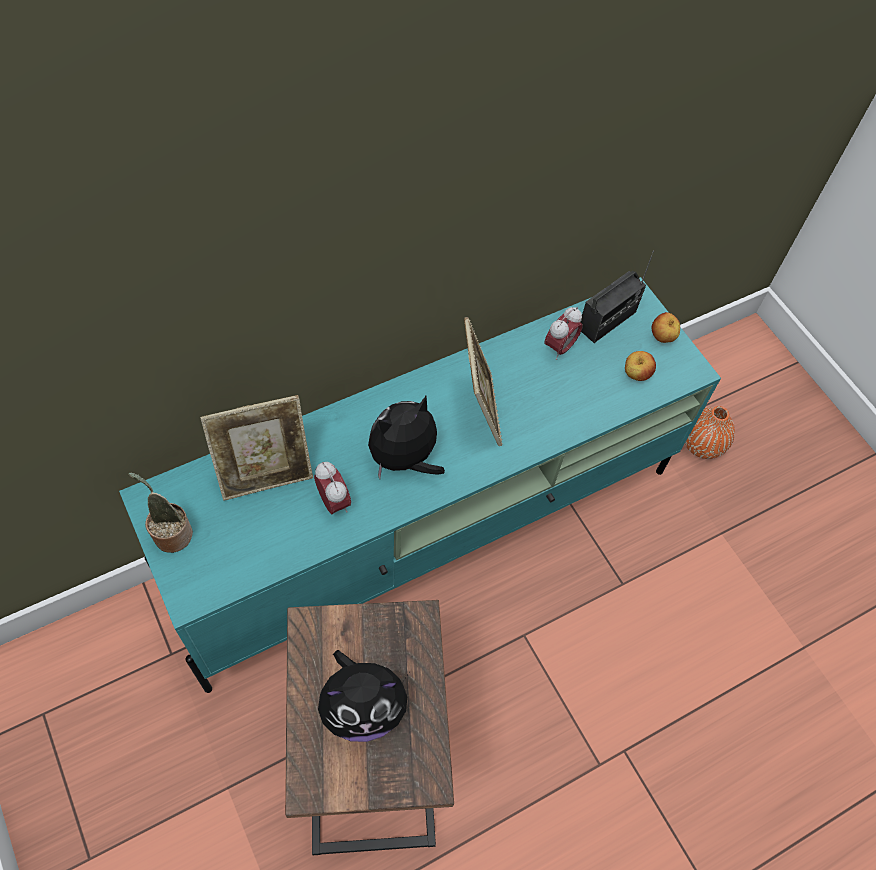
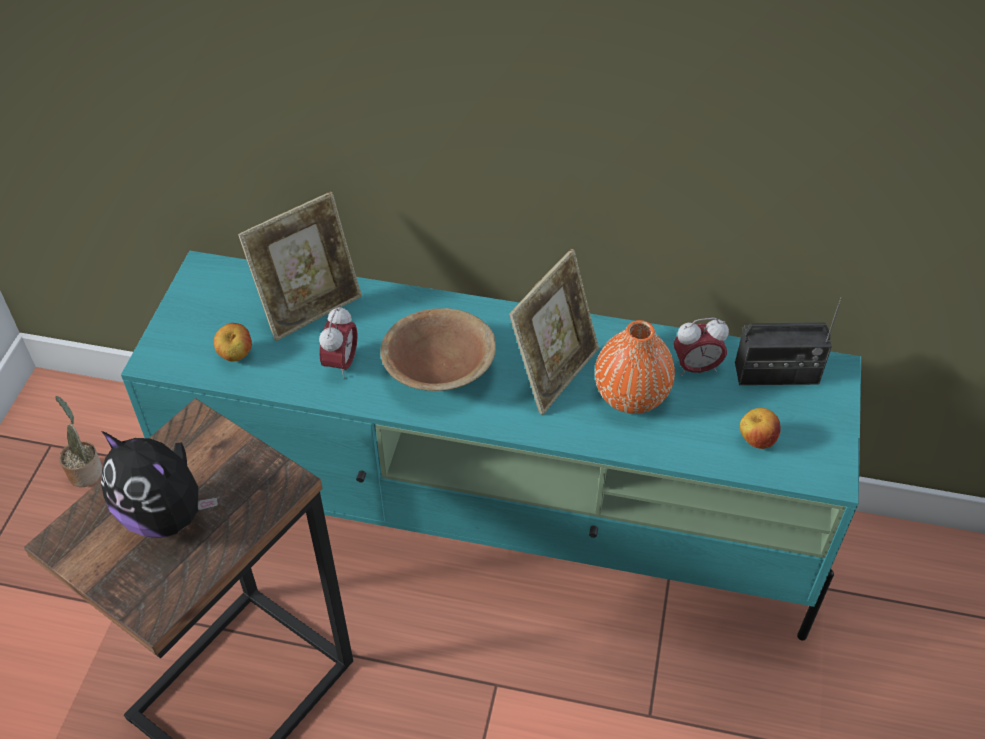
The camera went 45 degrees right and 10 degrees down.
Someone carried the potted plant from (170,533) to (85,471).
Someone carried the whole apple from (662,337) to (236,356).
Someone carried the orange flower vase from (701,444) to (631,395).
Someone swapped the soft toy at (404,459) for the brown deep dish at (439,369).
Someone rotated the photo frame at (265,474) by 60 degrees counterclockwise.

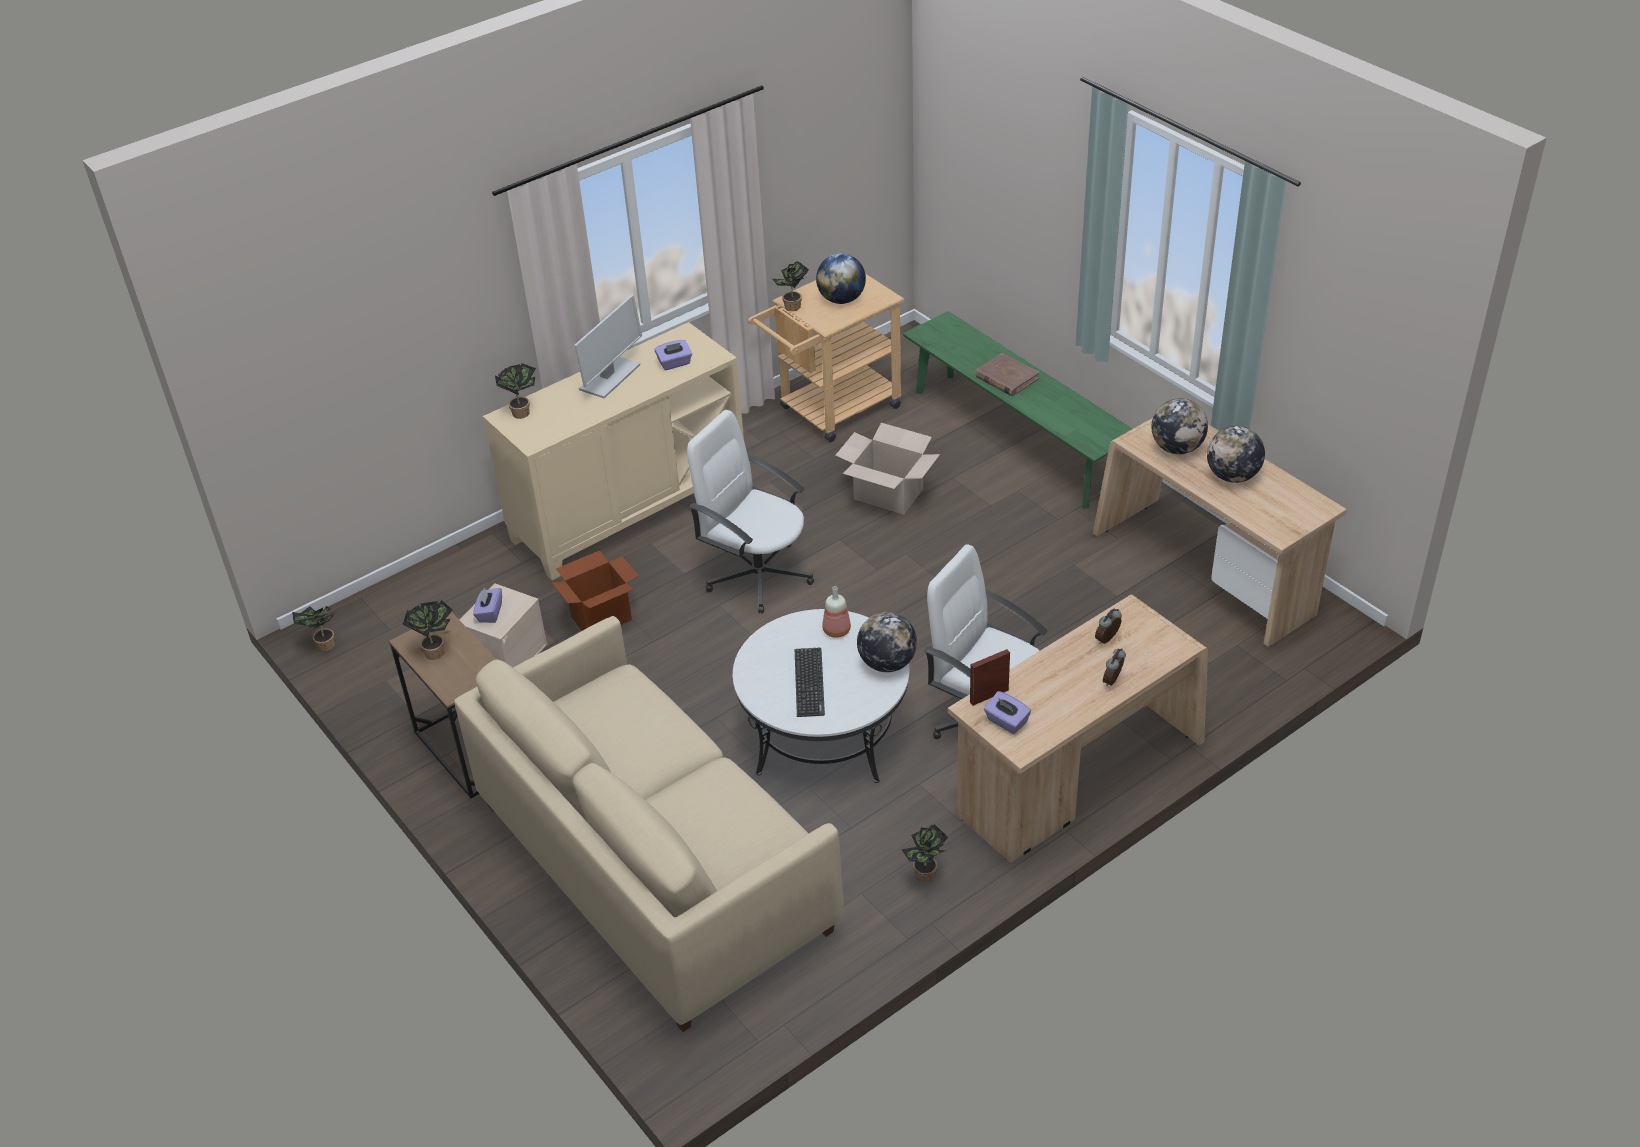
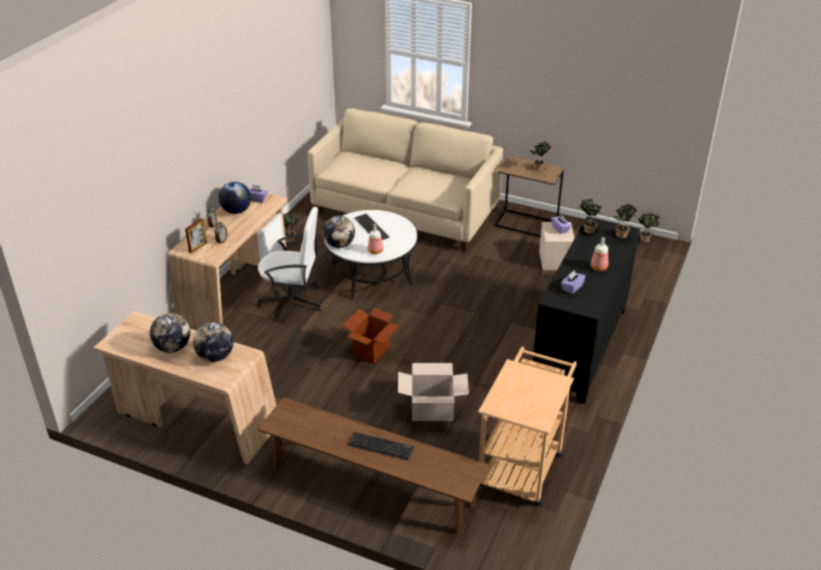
The camera went 150 degrees right and 5 degrees down.
Someone took away the white computer chair at (758,575).
Someone carried the carton from (601,618) to (371,351).
Someone carried the potted plant from (793,308) to (588,230).
Someone carried the globe from (841,299) to (236,211).
Someone carried the photo frame from (989,696) to (198,247).
Someone swapped the computer display at (610,378) for the drink bottle at (599,268).
Someone swapped the brown volume at (1006,378) for the computer keyboard at (380,446).
Someone repainted the beige cupboard at (629,509), which became the blackish cupboard at (581,347).
Someone repainted the green-coloured bench at (1015,438), which became the brown bench at (372,486).

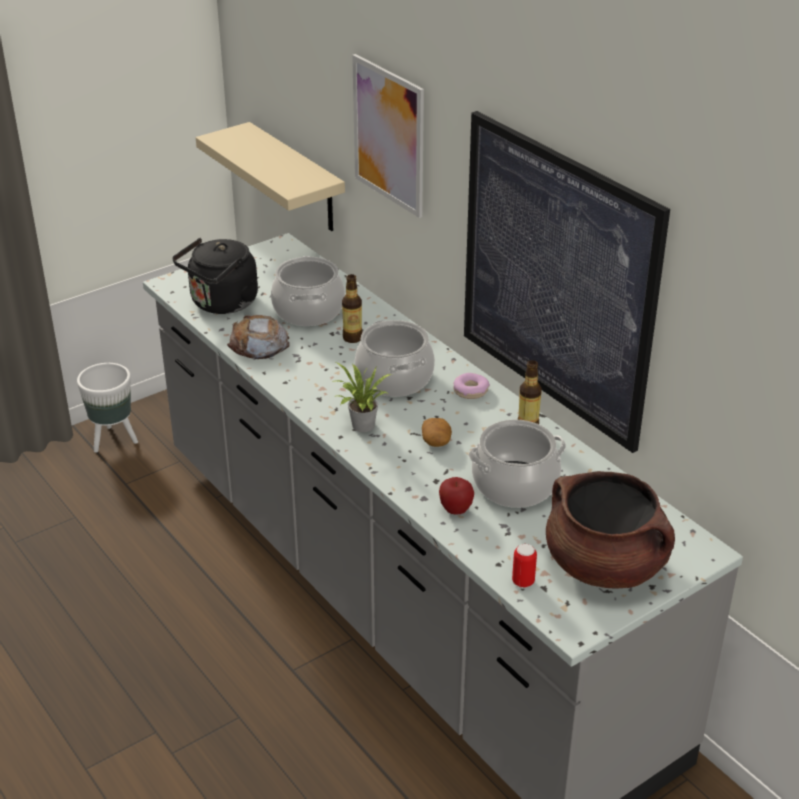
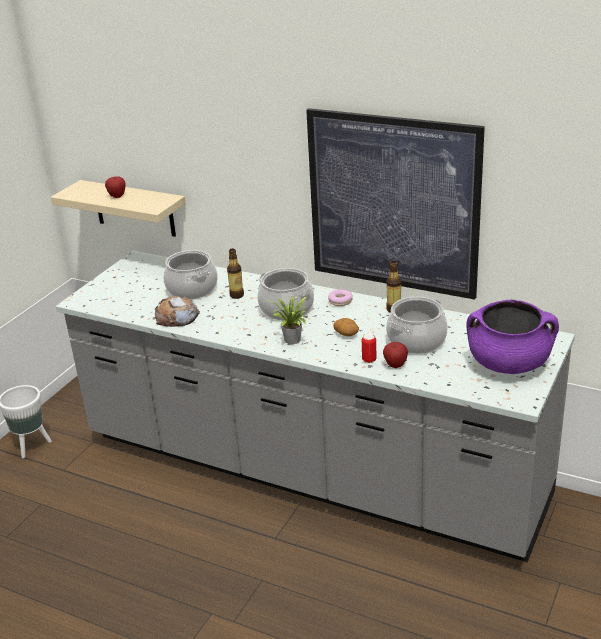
The camera went 25 degrees left and 5 degrees down.
Someone took away the blackish kettle at (221,304).
Someone took away the picture at (389,135).
Someone put down the whole apple at (117,196).
Someone carried the metal can from (523,582) to (369,360).
Someone repainted the brown cooking pot at (605,566), which became the purplish cooking pot at (509,364).

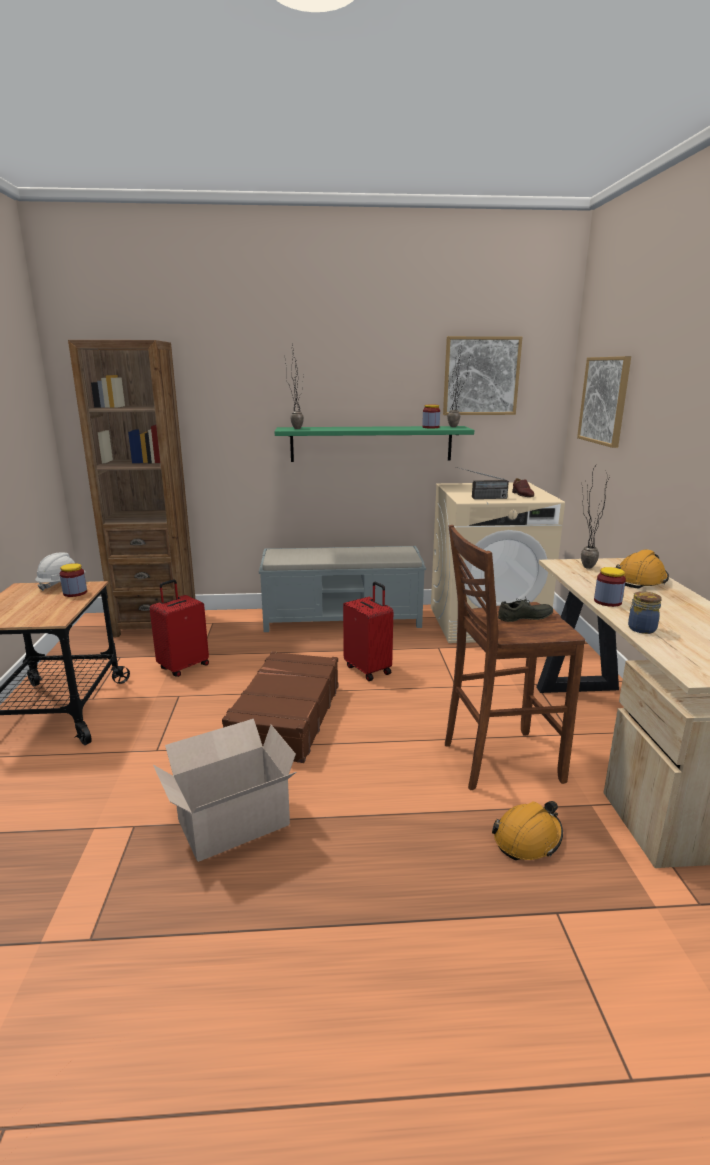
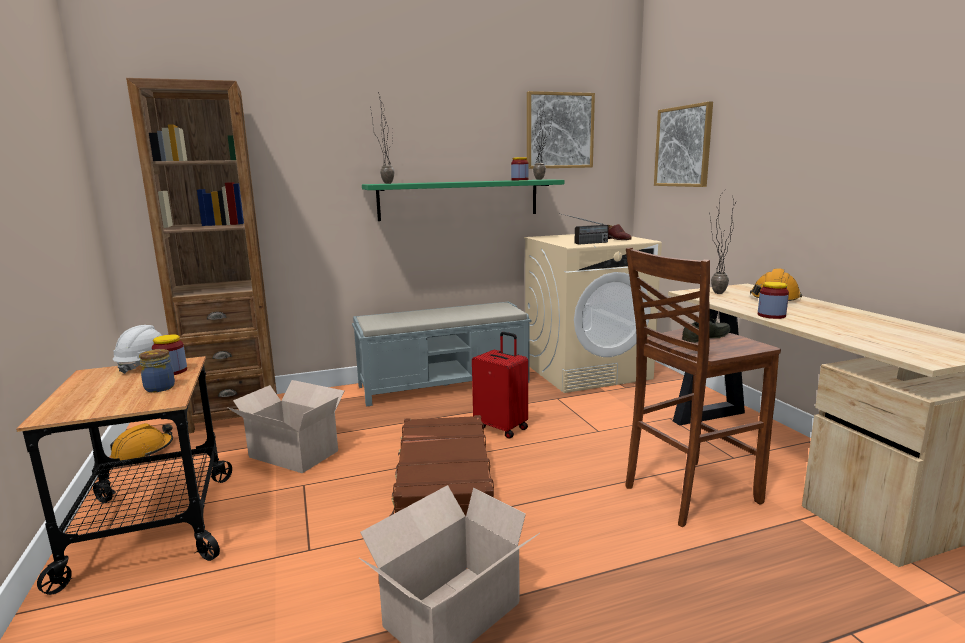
The camera went 15 degrees left and 5 degrees down.
Someone carried the orange hard hat from (527,838) to (143,451).
Someone carried the storage jar from (640,628) to (159,387).
Someone swapped the red travel case at (183,667) for the carton at (292,453).

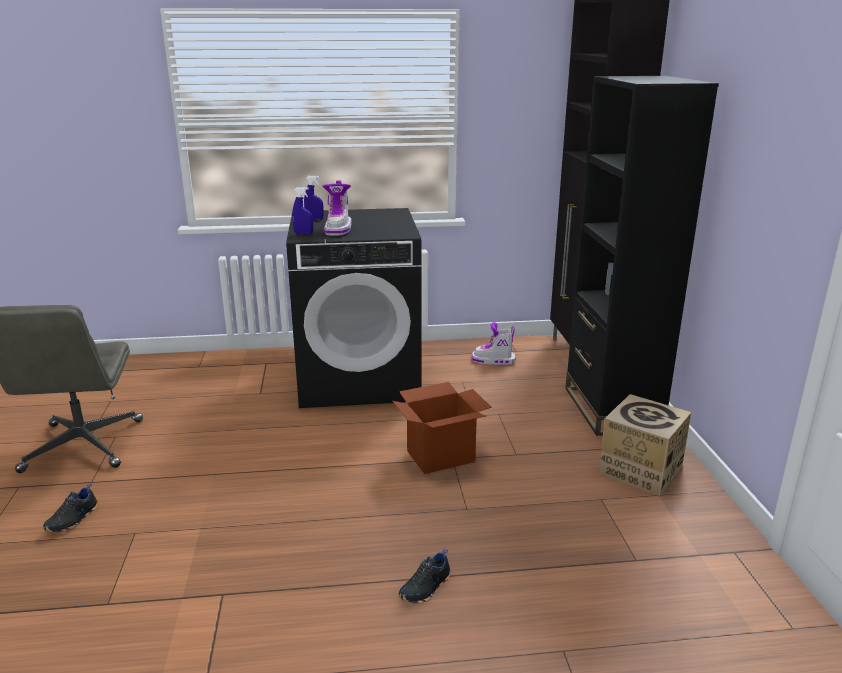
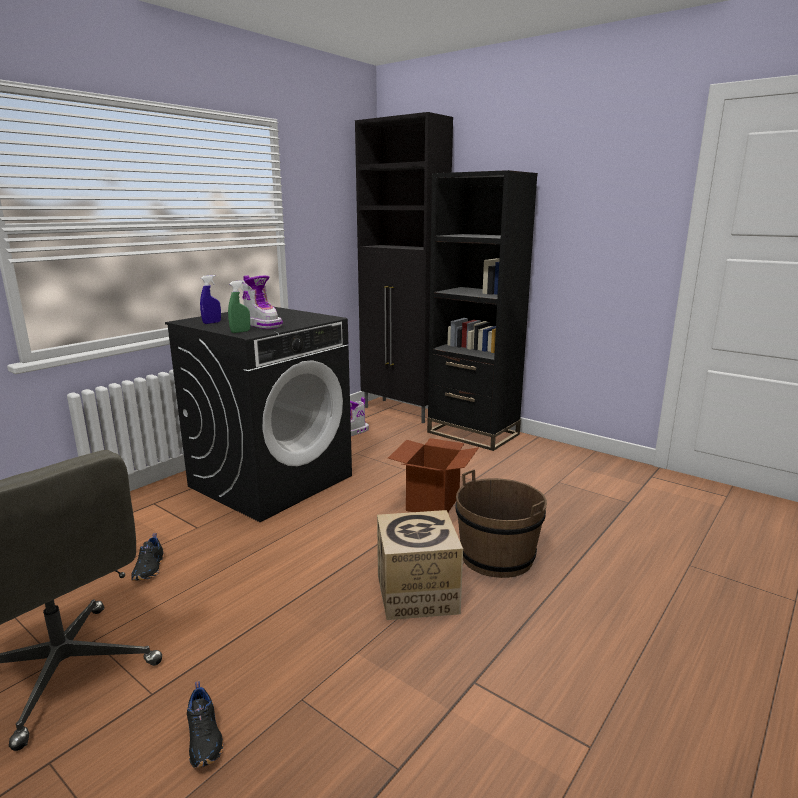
The camera went 45 degrees left and 5 degrees down.
Someone put down the brown pail at (497,557).
Someone carried the blackish low shoe from (426,588) to (150,569).
Someone carried the carton from (640,469) to (417,593).
Someone repainted the blue-coloured sprayer at (303,233), which became the green-coloured sprayer at (240,332).

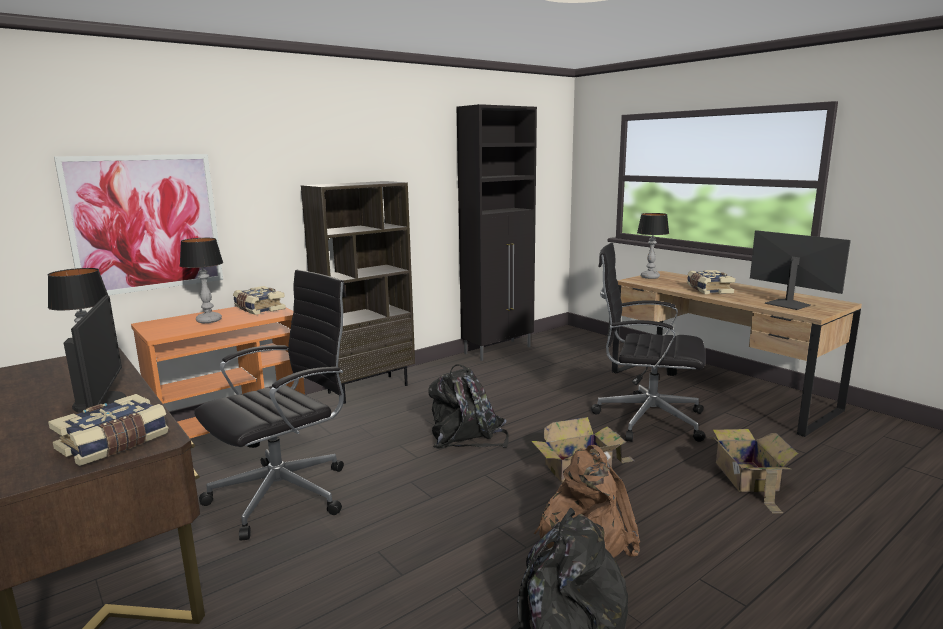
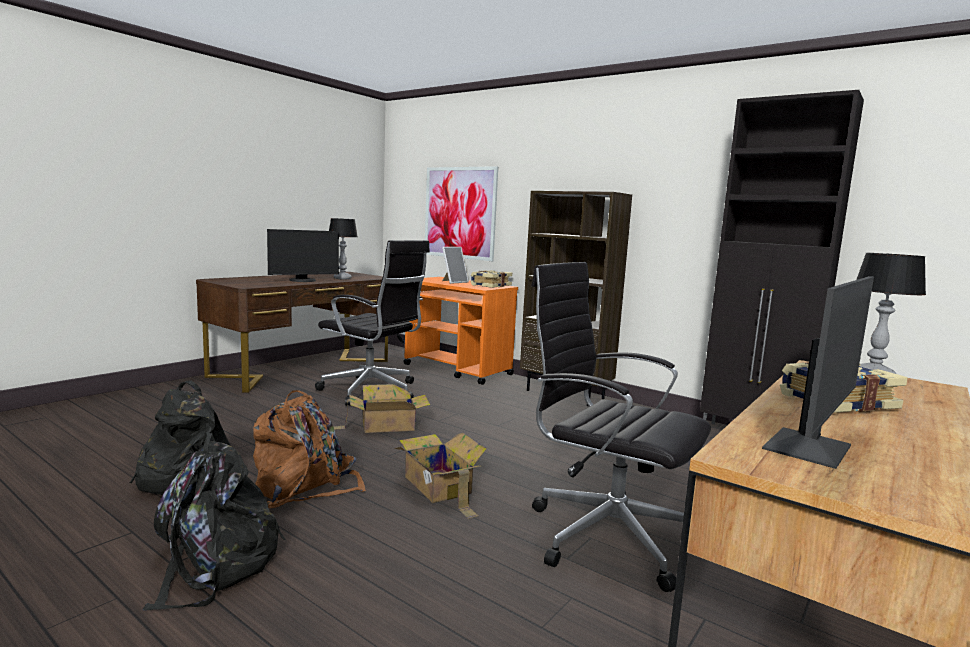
The camera went 75 degrees right and 5 degrees down.
Someone took away the volume at (114,443).
Someone carried the blackish backpack from (467,437) to (214,564).
Someone carried the carton from (746,478) to (385,426).
Someone swapped the lamp for a table at (208,320) for the photo frame at (453,282).
Someone rotated the blackish computer chair at (646,419) by 60 degrees counterclockwise.

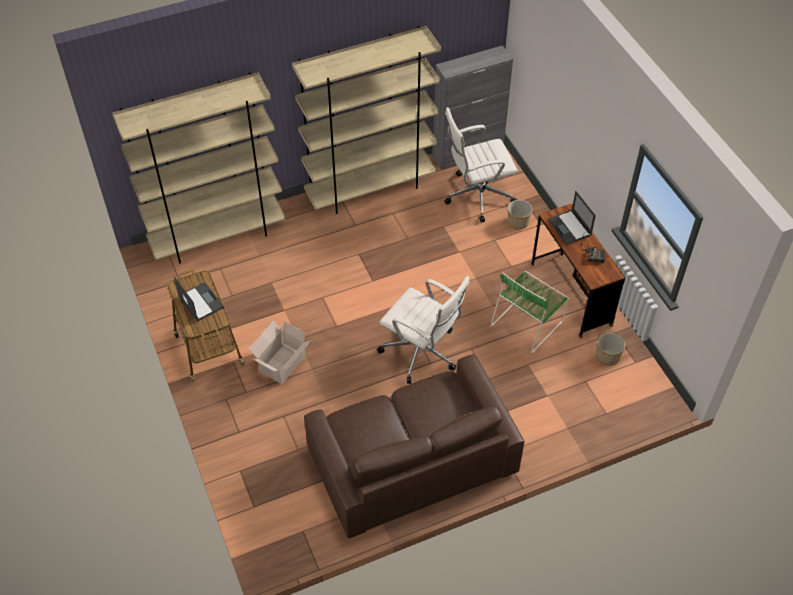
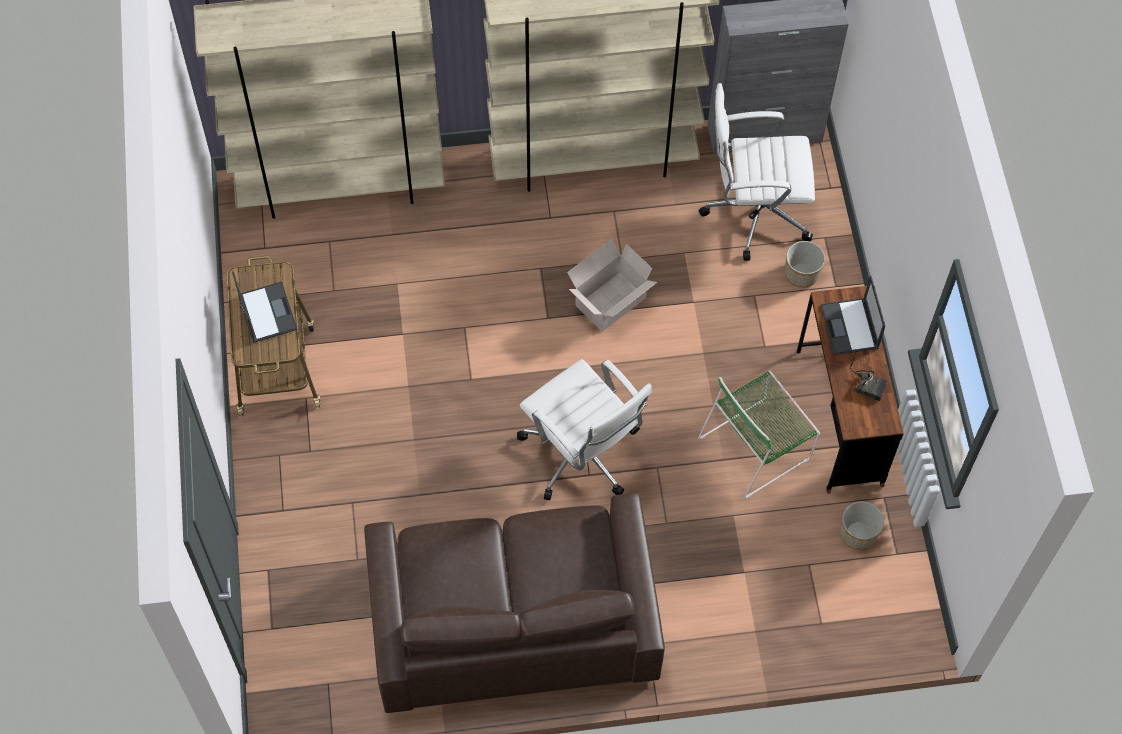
The camera went 15 degrees right and 10 degrees up.
Someone carried the carton from (281,364) to (608,302).

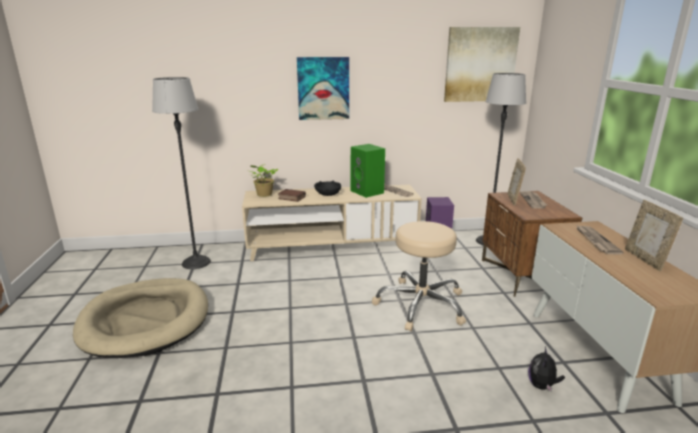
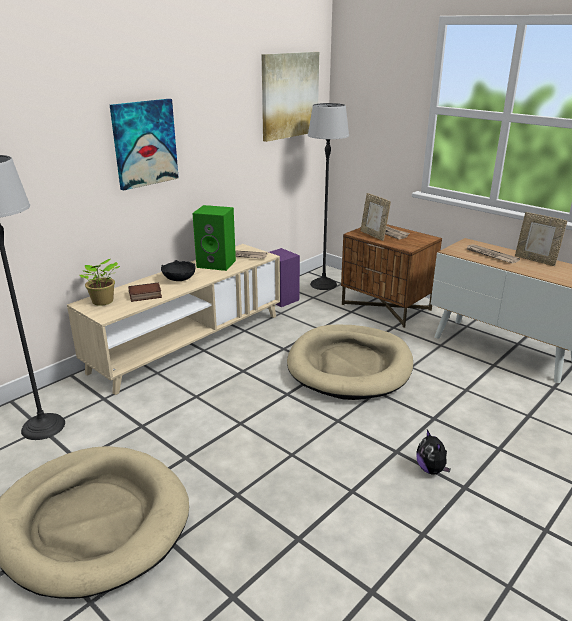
The camera went 40 degrees left and 5 degrees up.
Someone carried the soft toy from (542,386) to (431,469).
Someone swapped the beige stool at (421,305) for the beige dog bed at (350,365).

